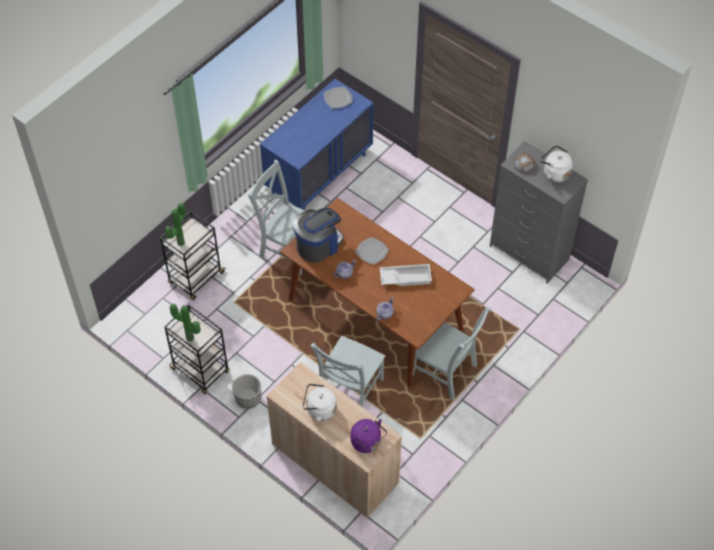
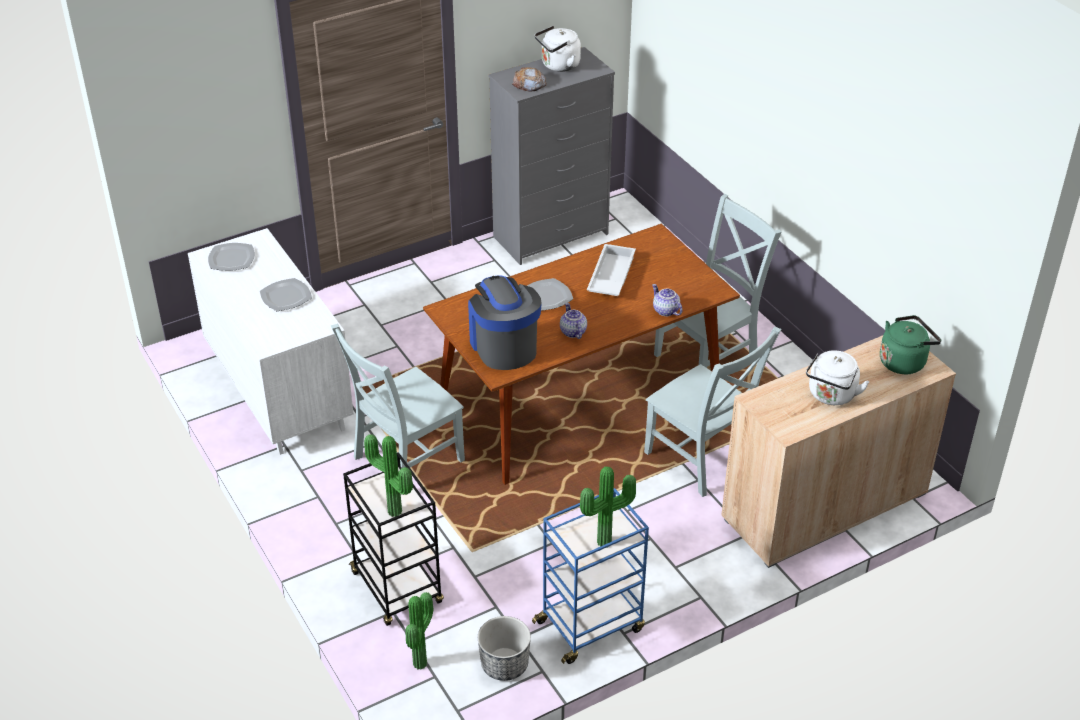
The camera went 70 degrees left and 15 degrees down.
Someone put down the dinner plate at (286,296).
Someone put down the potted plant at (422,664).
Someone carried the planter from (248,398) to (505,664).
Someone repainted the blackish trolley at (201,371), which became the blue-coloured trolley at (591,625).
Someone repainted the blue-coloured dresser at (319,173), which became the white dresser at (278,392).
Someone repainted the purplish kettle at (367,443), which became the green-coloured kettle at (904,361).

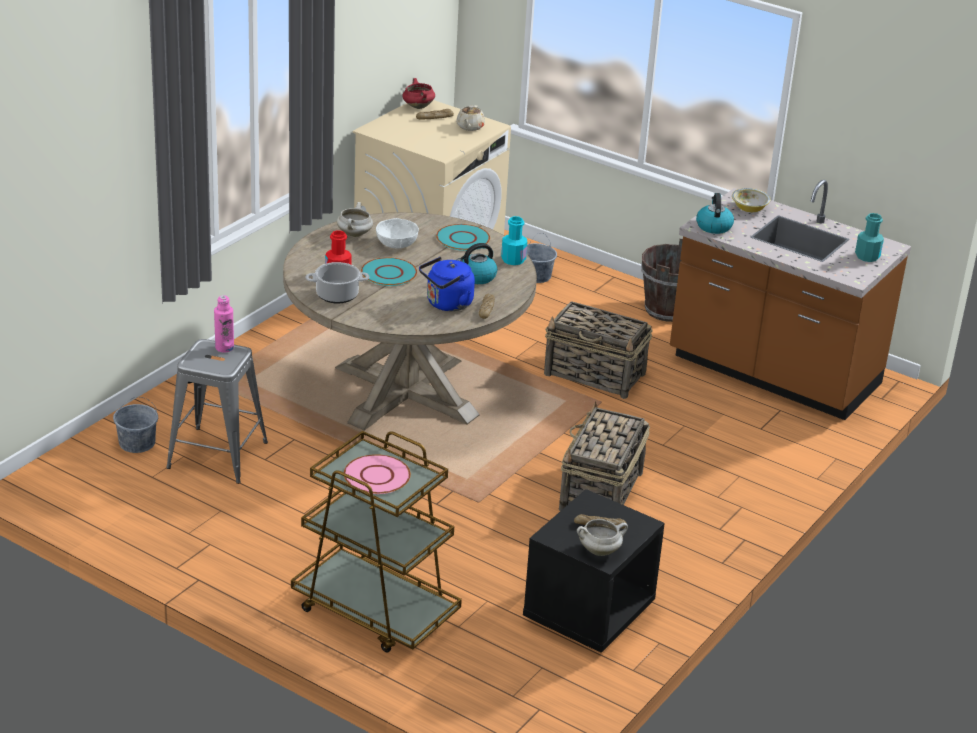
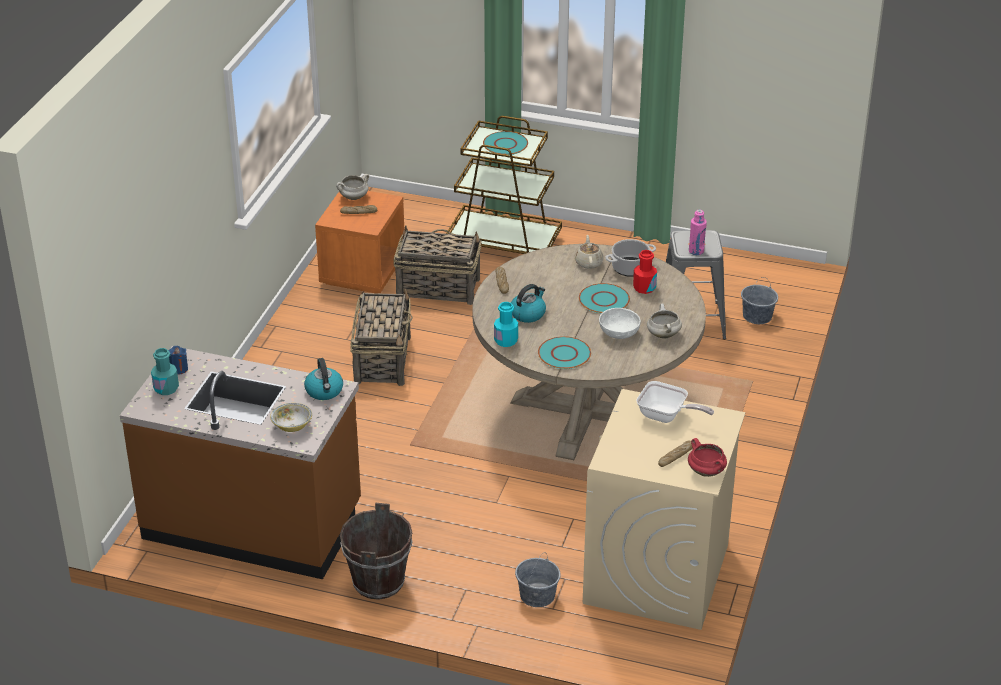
The camera went 165 degrees right and 5 degrees up.
Someone took away the blue-coloured kettle at (447,304).
Someone put down the blue-coloured candle at (179,369).
Someone put down the frying pan at (666,416).
Someone carried the beige teapot from (470,127) to (588,262).
Someone carried the storage basket from (595,375) to (437,288).
Someone repainted the pinkish dinner plate at (377,476), which became the blue-green dinner plate at (505,144).
Someone repainted the blackish nightstand at (588,613), which became the orange nightstand at (362,271).

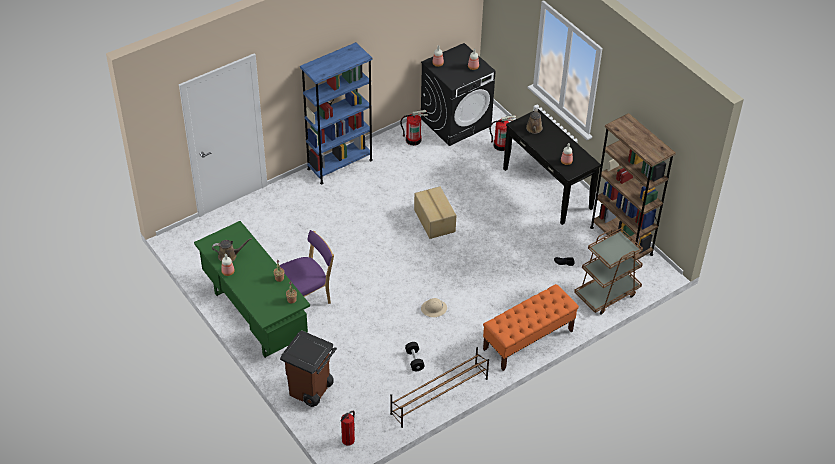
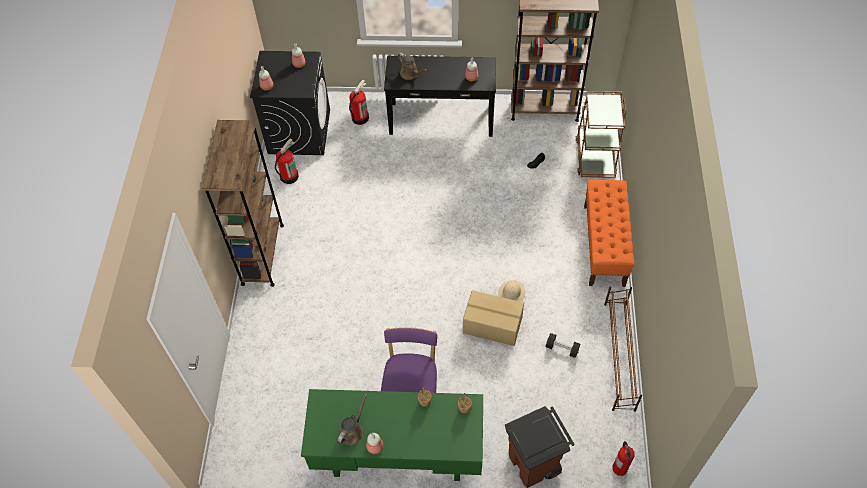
The camera went 50 degrees left and 10 degrees up.
Someone carried the carton from (434,221) to (492,325).
Someone repainted the blue-coloured shelving unit at (340,164), which became the brown shelving unit at (262,254).

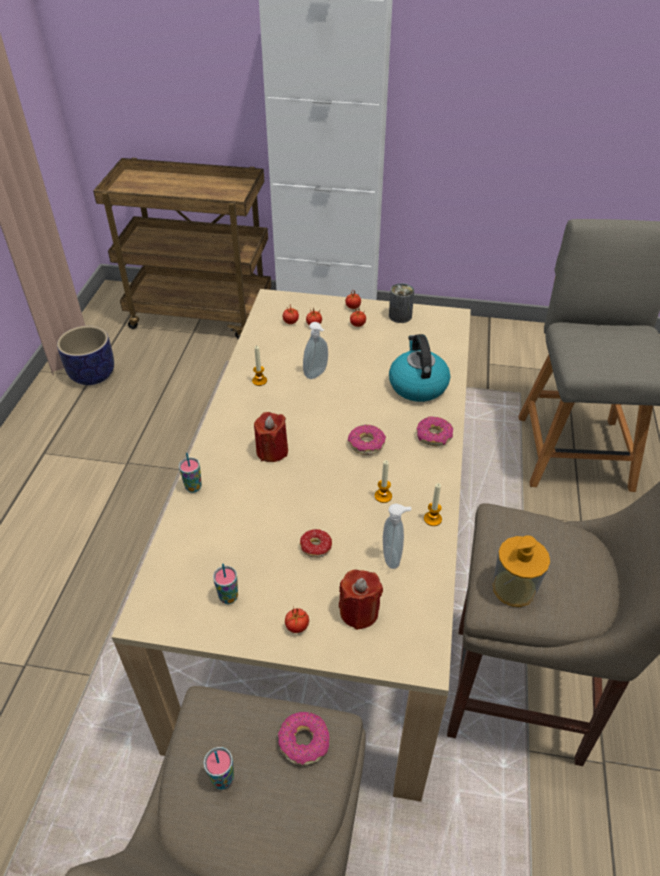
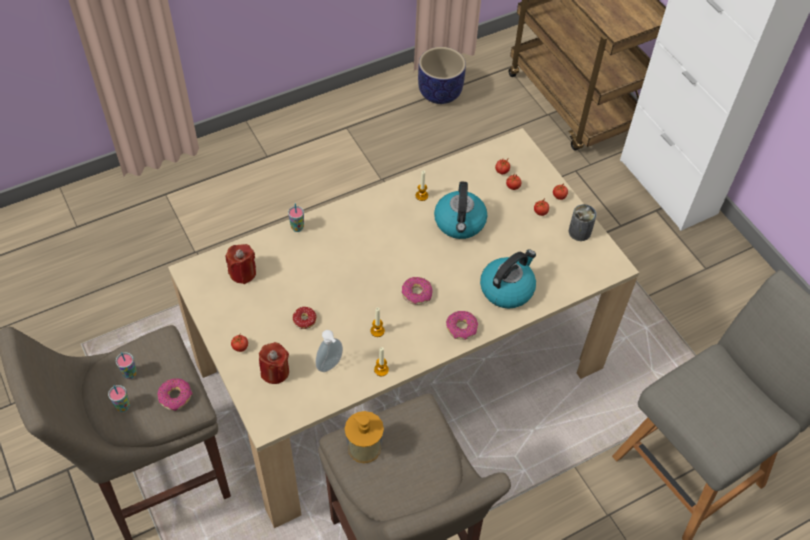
The camera went 50 degrees right and 10 degrees up.
Someone carried the cup from (228,597) to (123,406).
Someone carried the red candle from (272,451) to (243,273).
Someone swapped the soap bottle at (317,374) for the kettle at (460,223).

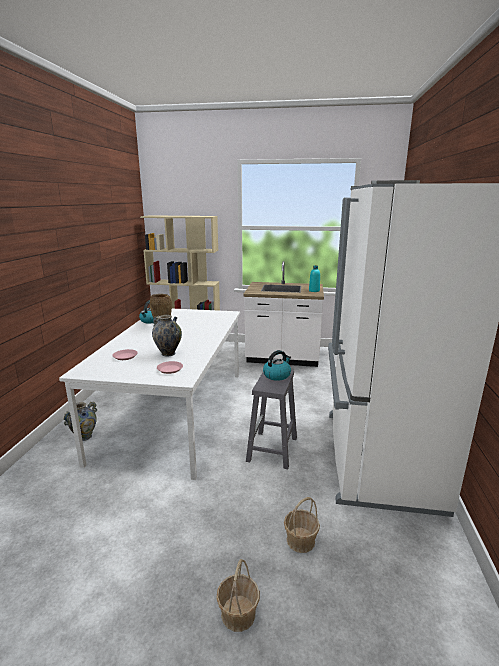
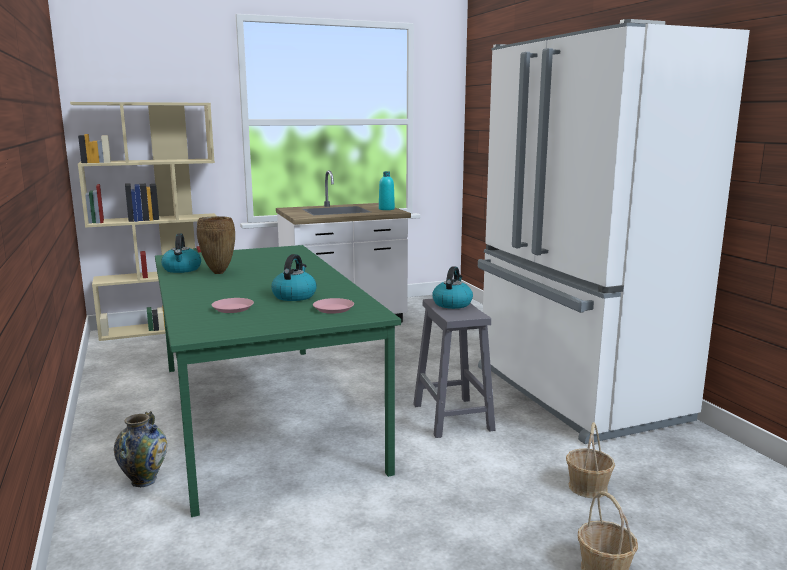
The camera went 30 degrees left and 5 degrees down.
Someone swapped the flower vase at (168,353) for the kettle at (294,296).
Someone repainted the white dining table at (174,412), which became the green-coloured dining table at (260,413).

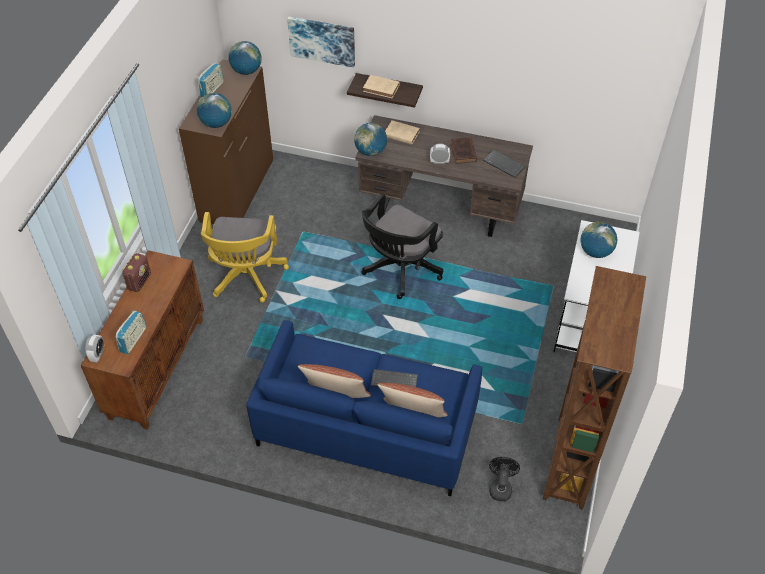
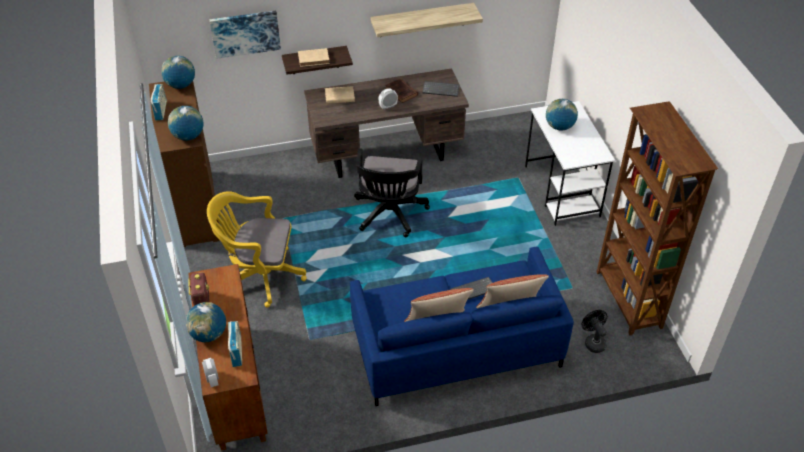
The camera went 30 degrees left and 5 degrees down.
Someone put up the shelf at (422,20).
Someone carried the globe from (370,151) to (208,334).
Someone rotated the yellow-coloured computer chair at (246,277) by 120 degrees clockwise.

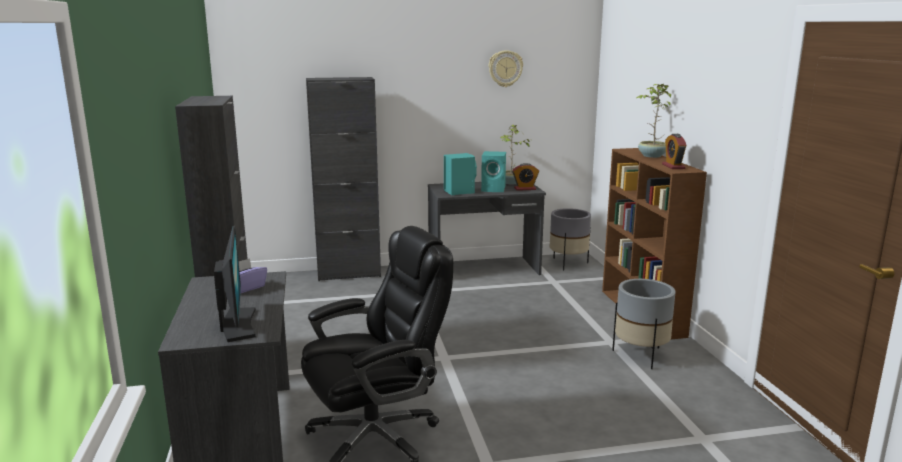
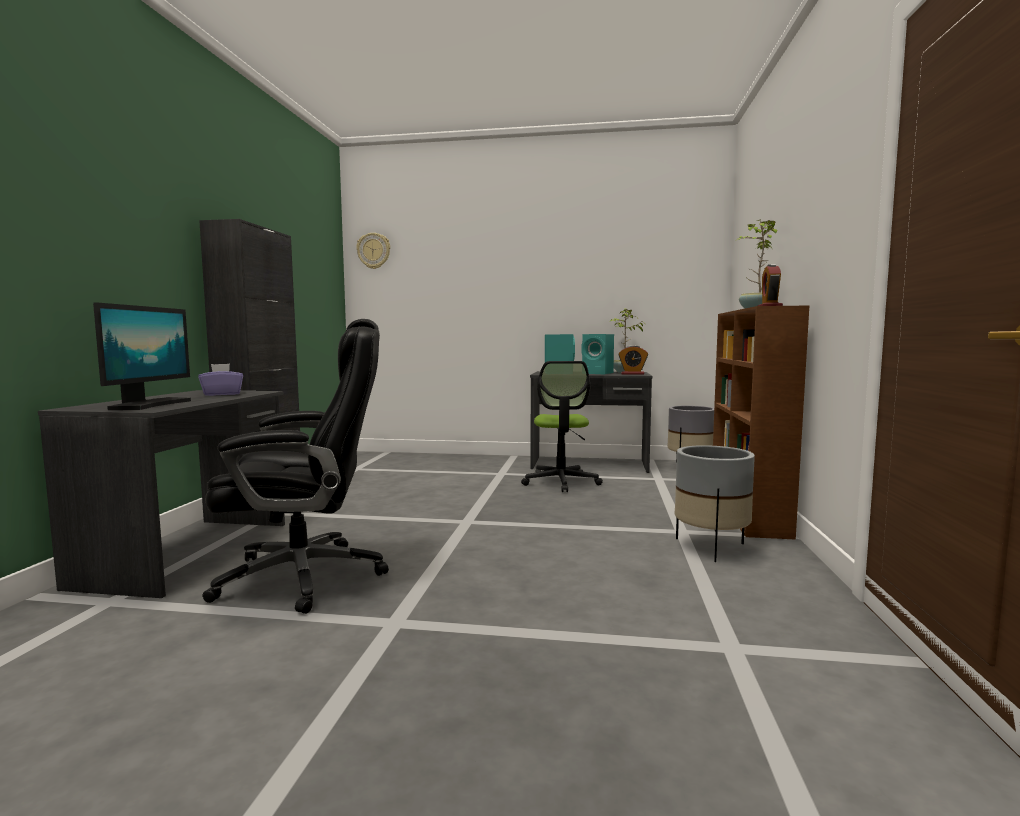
The camera went 20 degrees right and 10 degrees down.
Someone took away the blackish cupboard at (349,274).
Someone put down the computer chair at (561,482).
Someone carried the clock on the wall from (505,68) to (374,251).

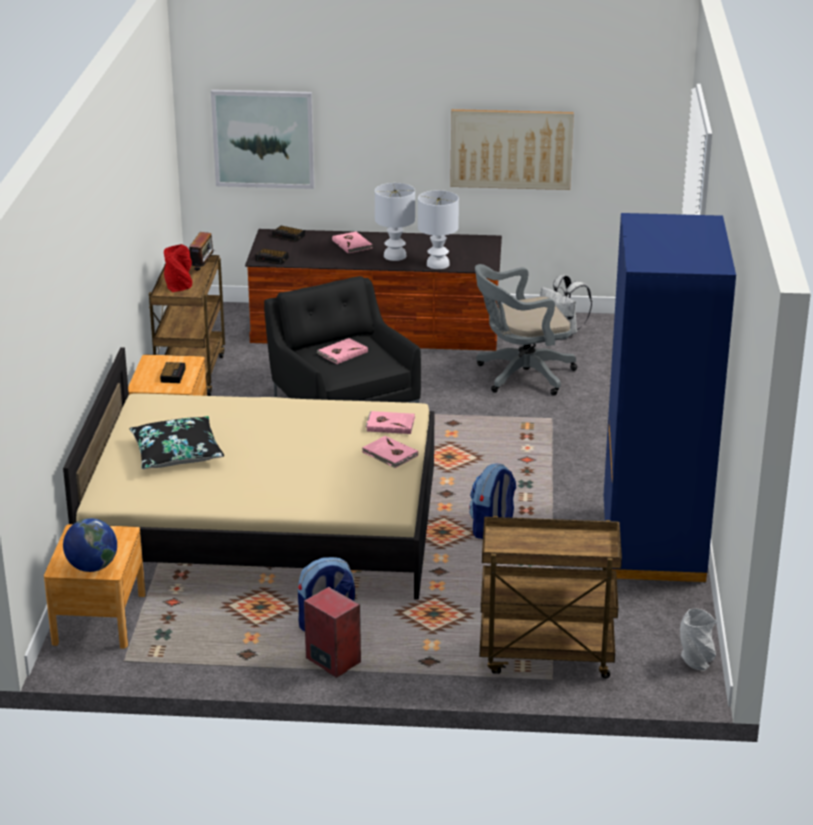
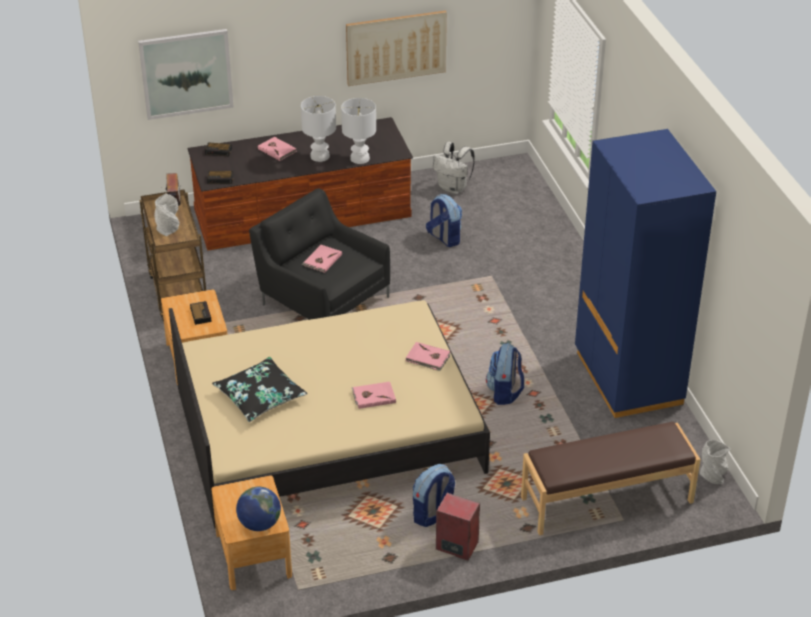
The camera went 20 degrees left and 10 degrees up.
Someone carried the pinkish volume from (390,424) to (373,396).
Someone swapped the grey computer chair at (520,375) for the backpack at (444,238).
Someone swapped the brown trolley at (545,656) for the brown bench at (607,500).
Someone repainted the red flower vase at (179,287), which became the grey flower vase at (168,229).

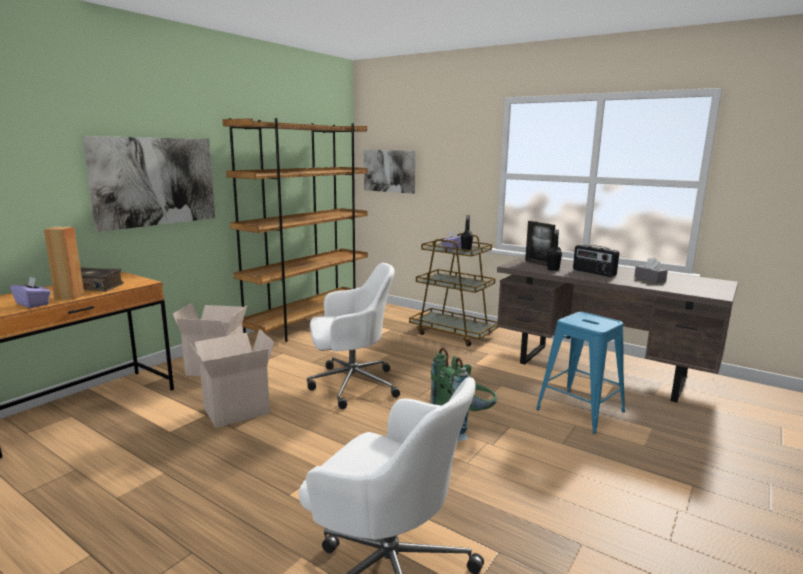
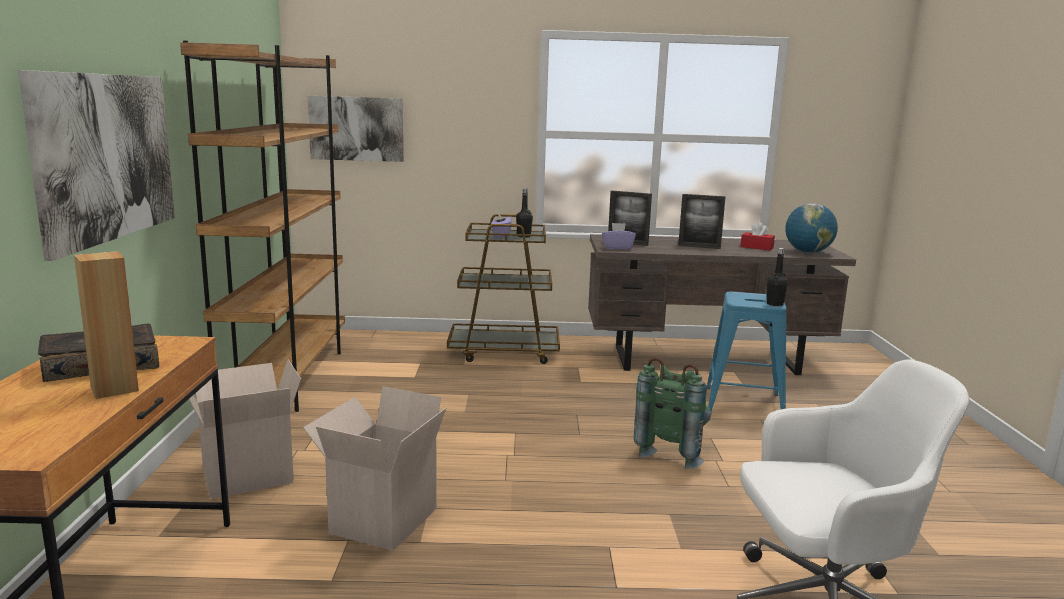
The camera went 35 degrees left and 0 degrees up.
Someone took away the white computer chair at (351,385).
Someone put down the globe at (808,252).
Someone carried the purplish box of tissues from (33,304) to (617,248).
Someone carried the blackish drink bottle from (553,269) to (774,304).
Someone swapped the radio set at (593,273) for the photo frame at (699,247).
Someone repainted the grey box of tissues at (649,279), which became the red box of tissues at (757,247).

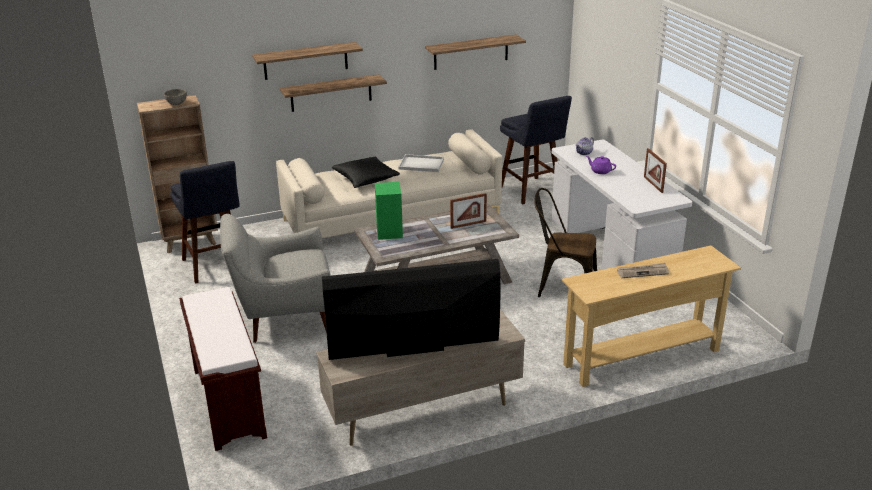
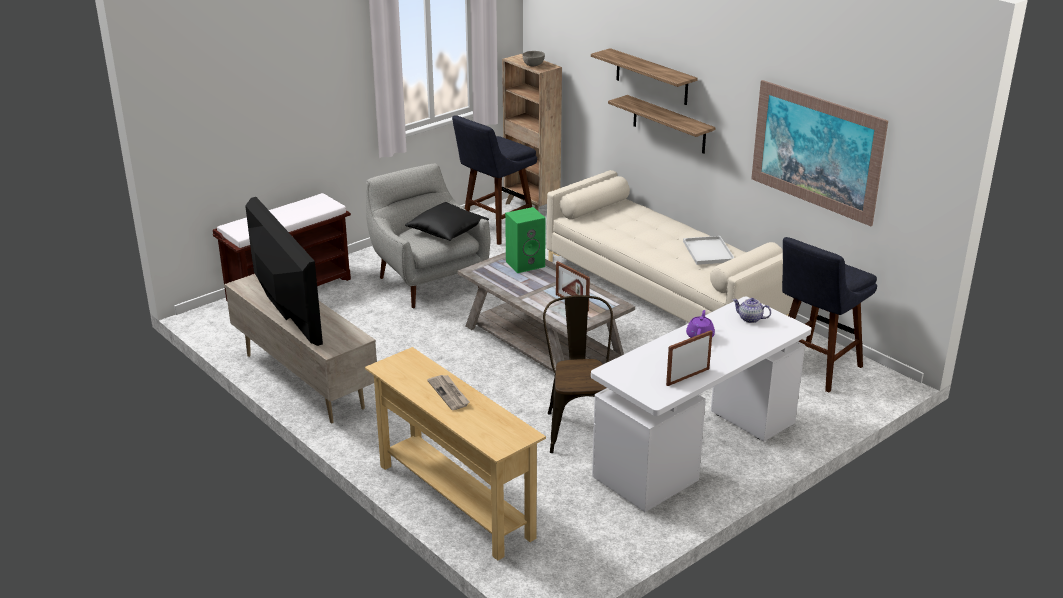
The camera went 70 degrees right and 0 degrees up.
Someone carried the blackish pillow from (365,179) to (447,231).
Someone swapped the shelf at (471,52) for the picture at (816,151).

